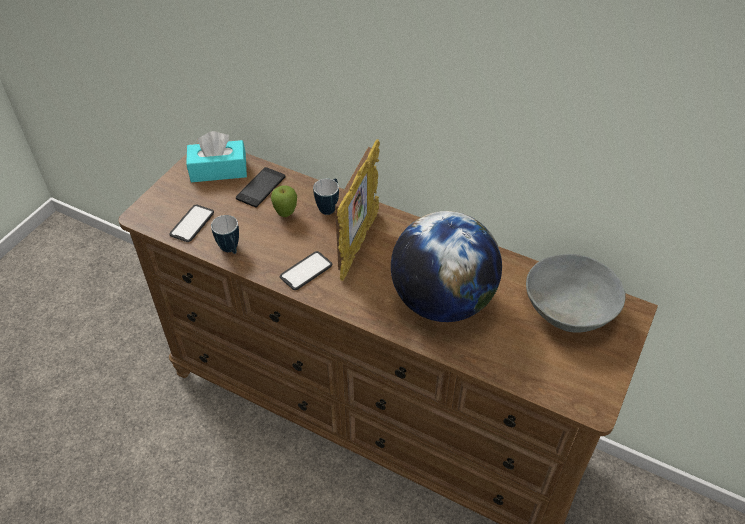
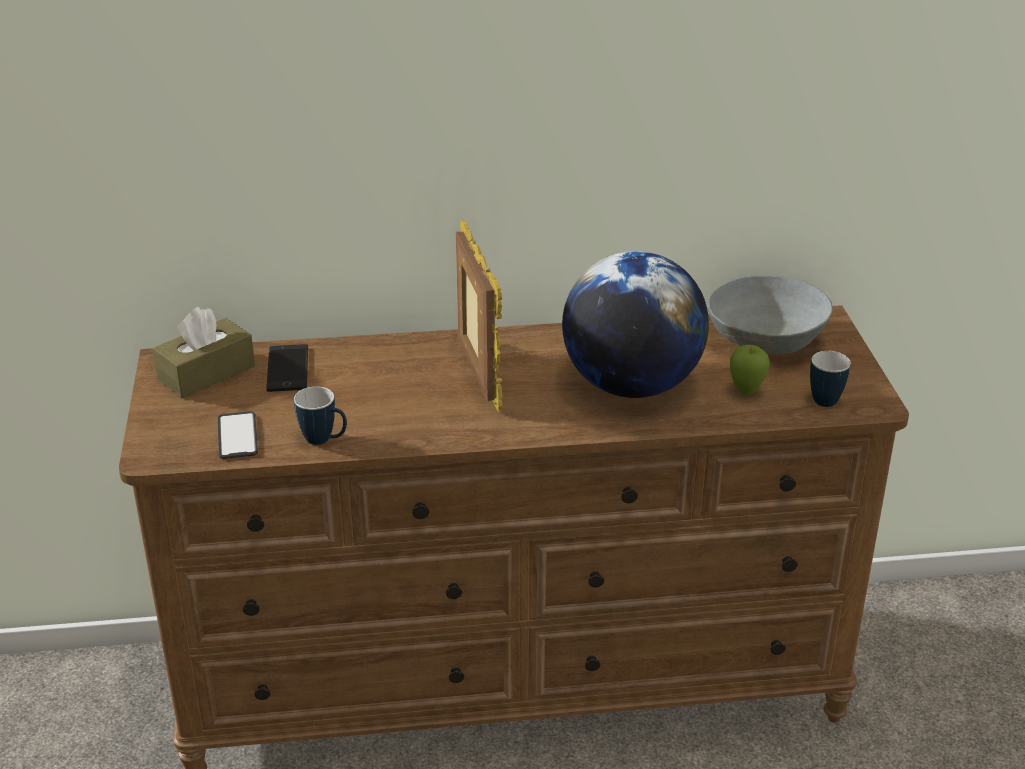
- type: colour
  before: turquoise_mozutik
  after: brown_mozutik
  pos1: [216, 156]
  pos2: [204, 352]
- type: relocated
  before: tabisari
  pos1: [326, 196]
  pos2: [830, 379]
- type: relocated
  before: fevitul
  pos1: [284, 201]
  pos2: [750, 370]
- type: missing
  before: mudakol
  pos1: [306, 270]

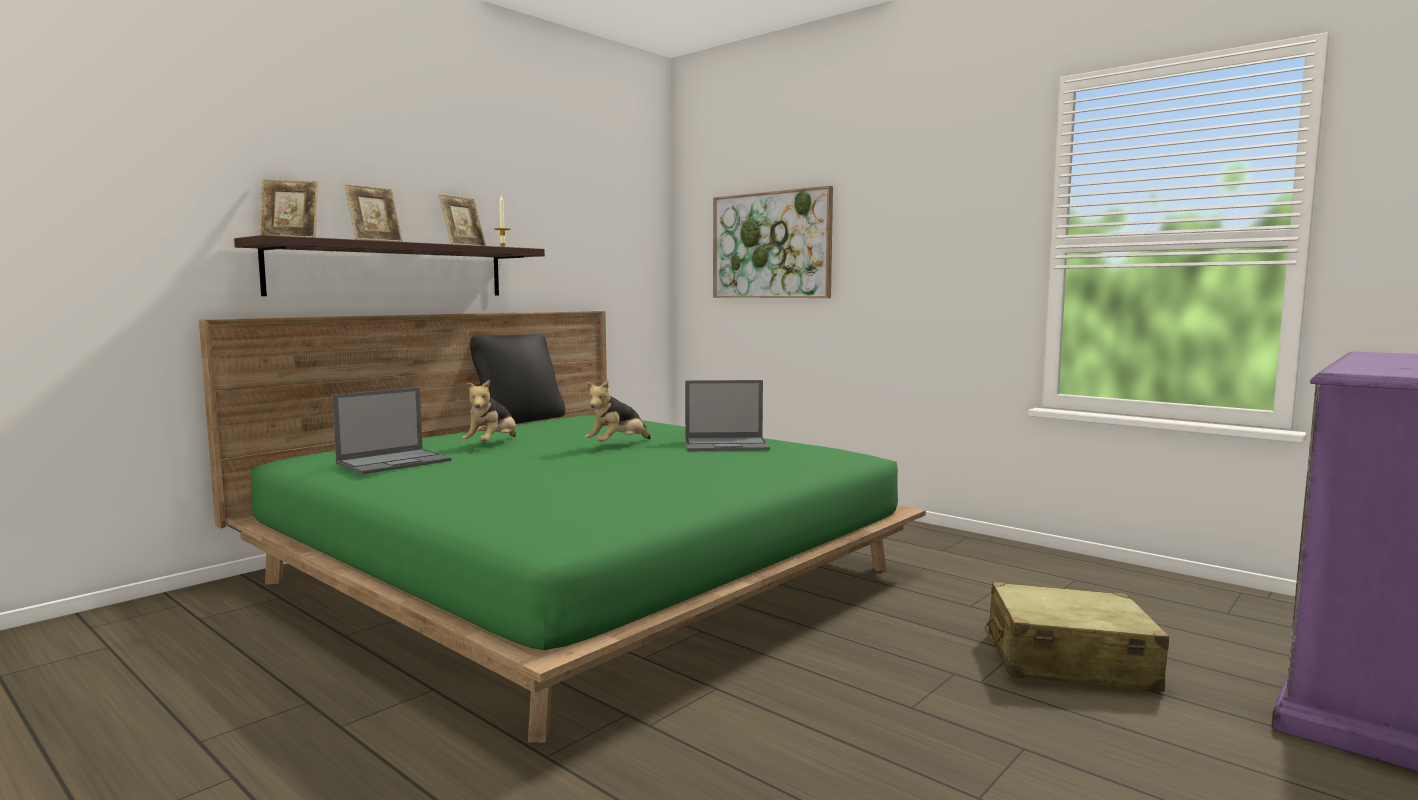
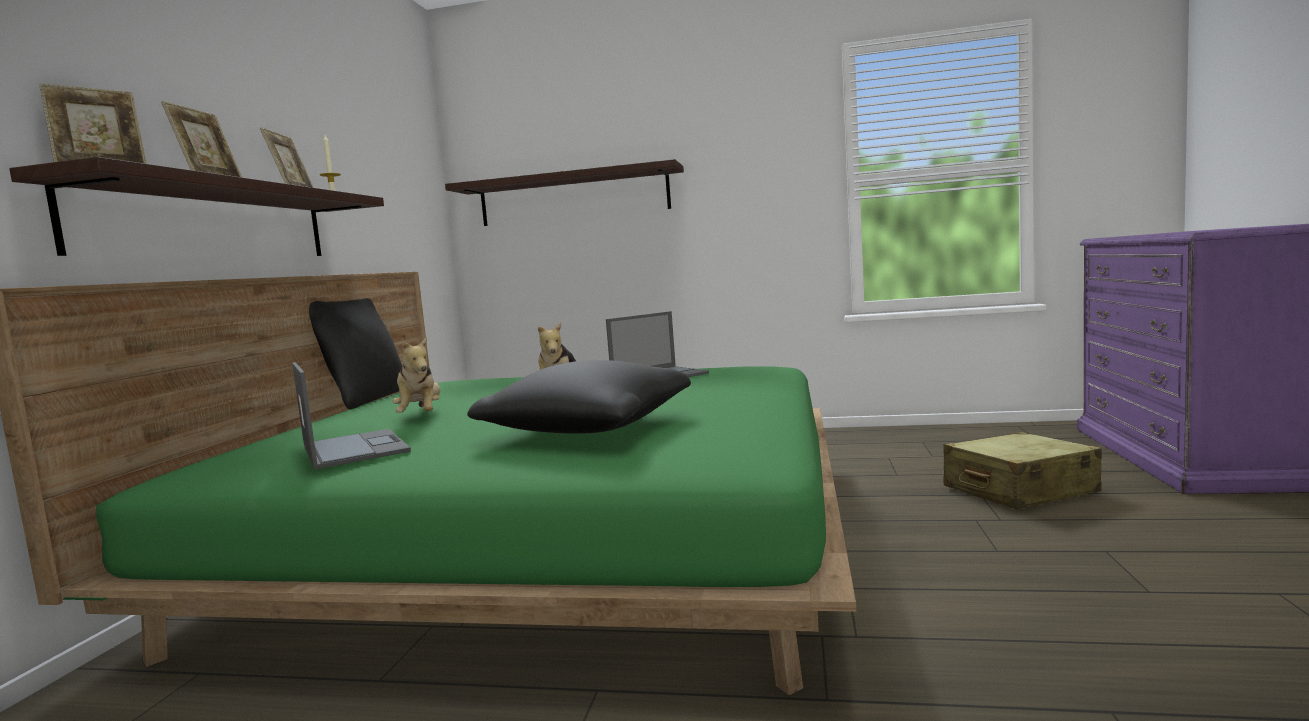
- type: exchanged
  before: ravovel
  after: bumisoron
  pos1: [773, 242]
  pos2: [564, 192]
- type: spun
  before: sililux
  pos1: [391, 431]
  pos2: [351, 415]
  turn: -45
- type: appeared
  after: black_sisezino
  pos2: [579, 397]

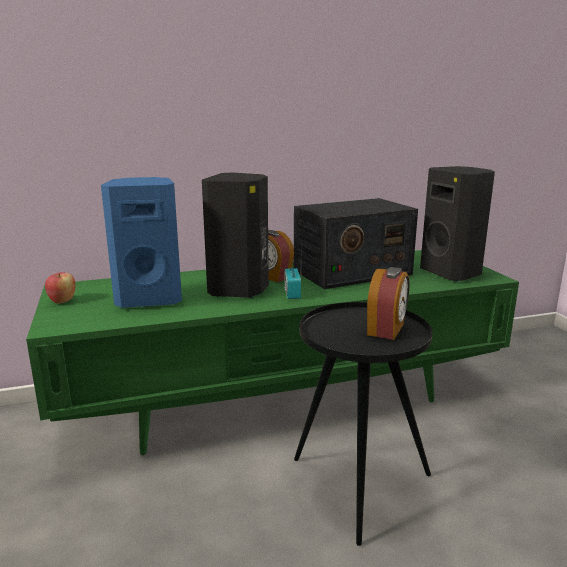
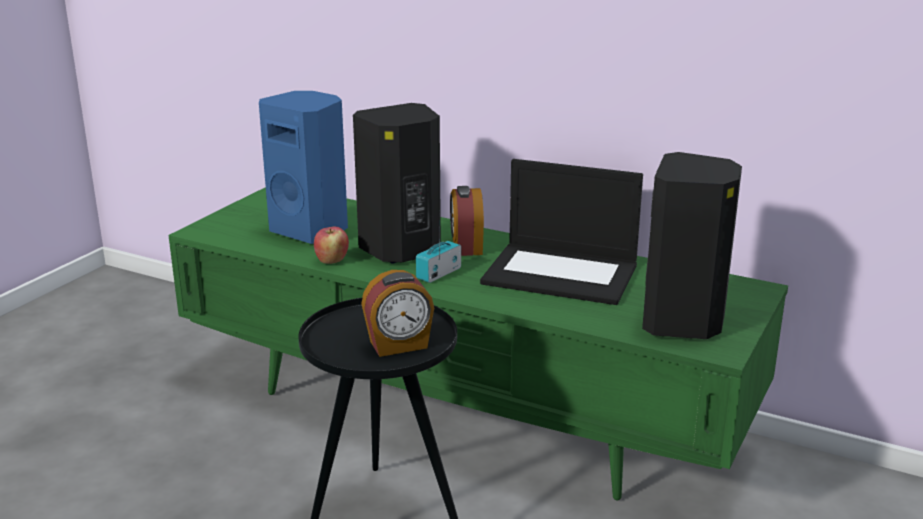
- type: exchanged
  before: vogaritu
  after: sililux
  pos1: [356, 243]
  pos2: [561, 232]
- type: relocated
  before: fevitul
  pos1: [60, 288]
  pos2: [331, 245]

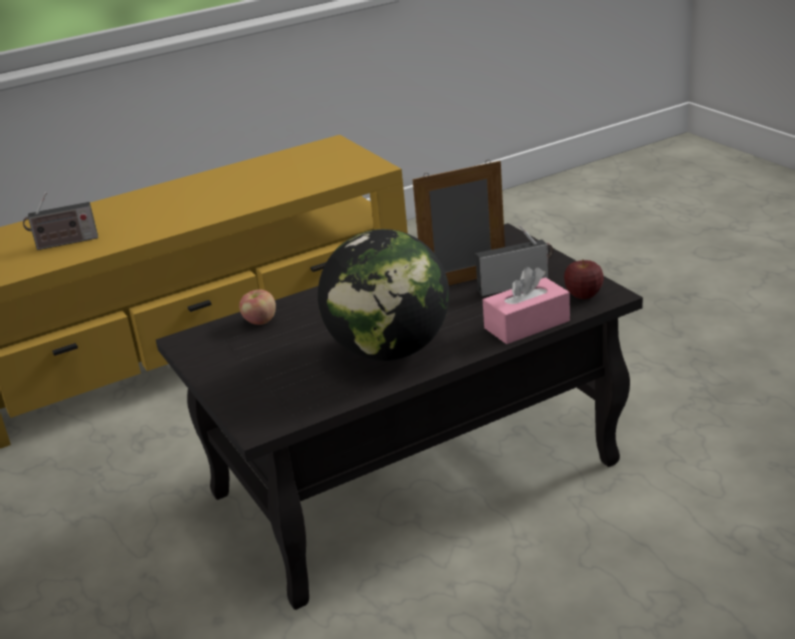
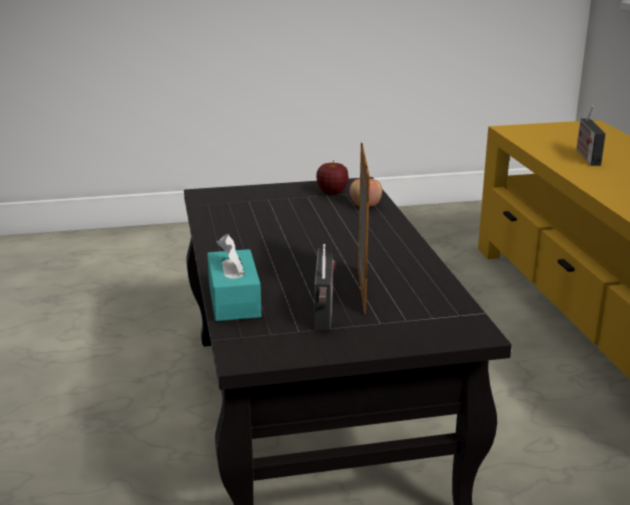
- type: missing
  before: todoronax
  pos1: [383, 295]
- type: relocated
  before: fevitul
  pos1: [584, 279]
  pos2: [332, 177]
- type: colour
  before: pink_mozutik
  after: turquoise_mozutik
  pos1: [526, 305]
  pos2: [234, 277]

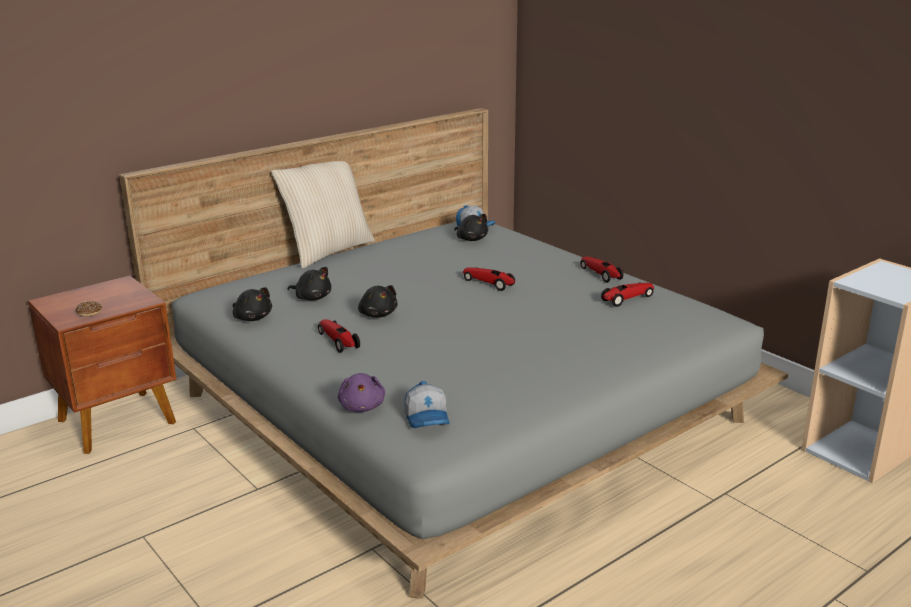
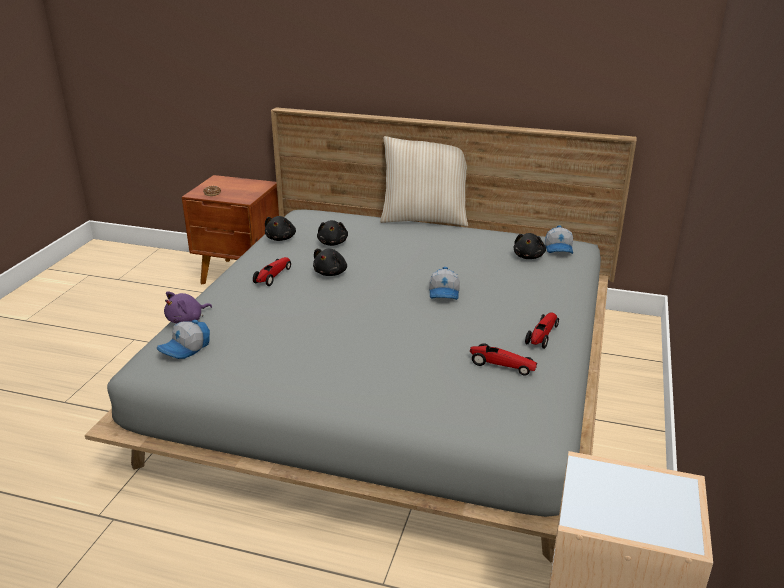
- type: exchanged
  before: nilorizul
  after: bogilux
  pos1: [489, 279]
  pos2: [444, 283]

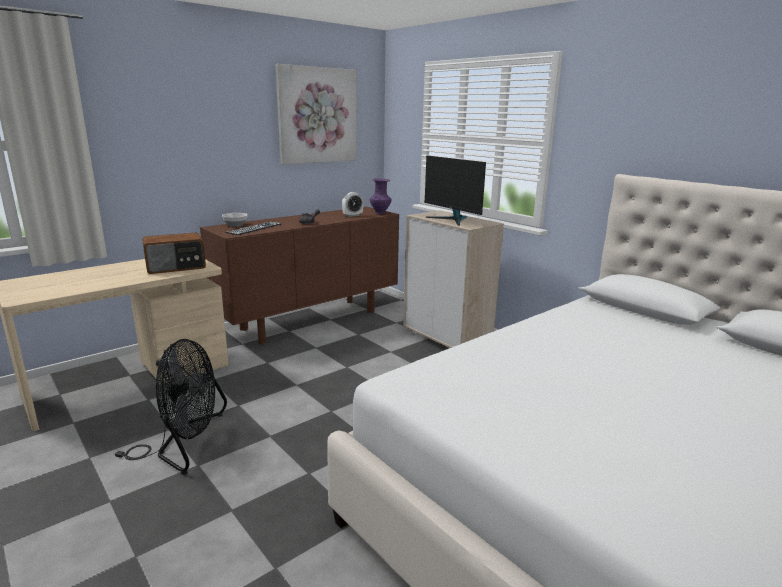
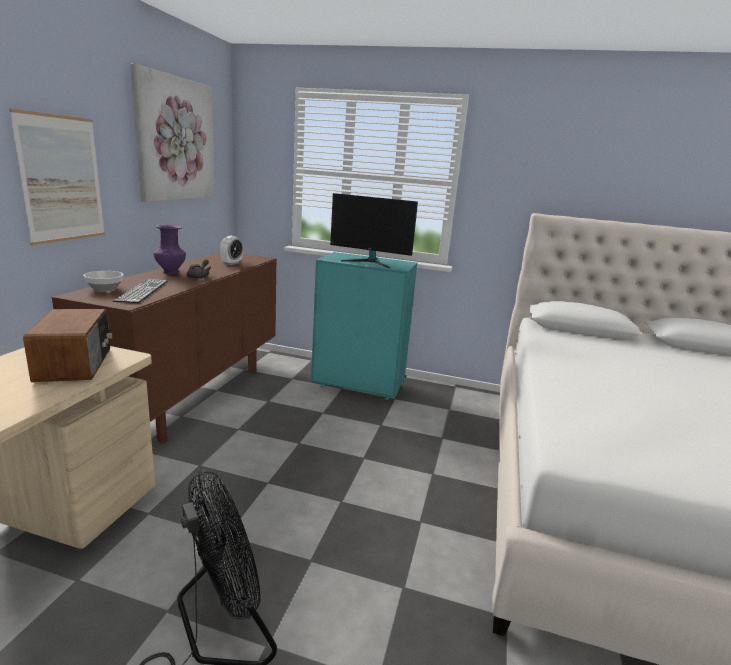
- type: relocated
  before: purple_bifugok
  pos1: [380, 196]
  pos2: [170, 249]
- type: colour
  before: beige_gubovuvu
  after: turquoise_gubovuvu
  pos1: [453, 279]
  pos2: [364, 326]
- type: spun
  before: vogaritu
  pos1: [174, 253]
  pos2: [67, 345]
  turn: -45
- type: appeared
  after: ravovel
  pos2: [57, 177]

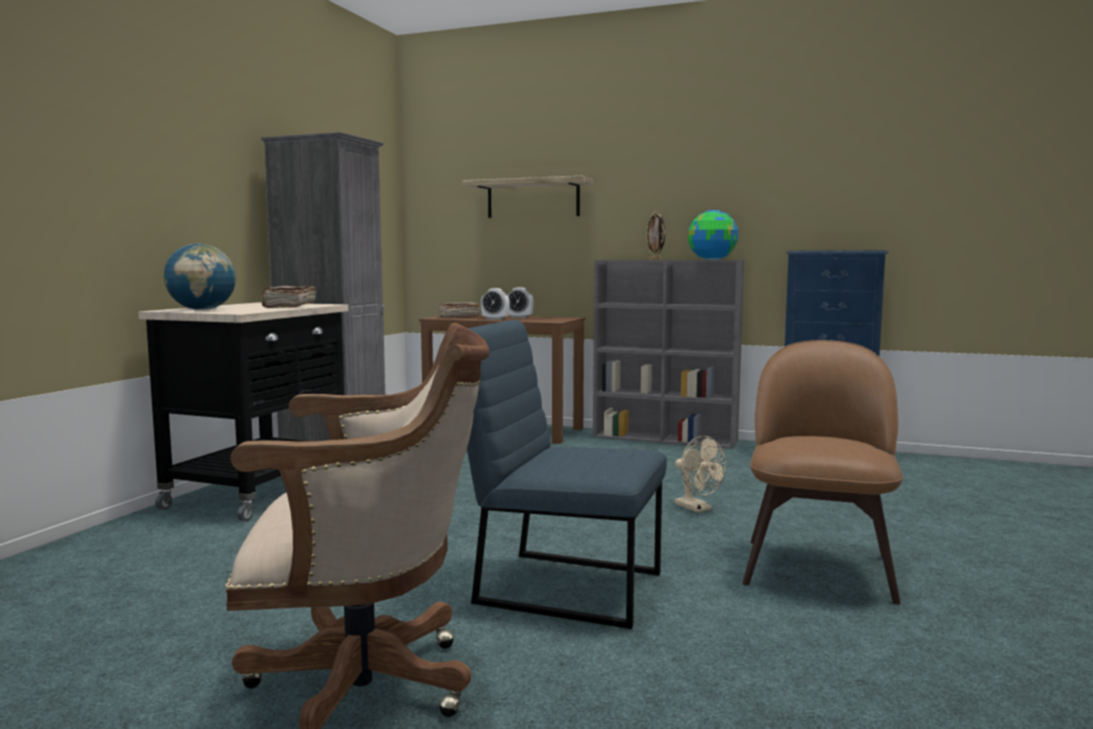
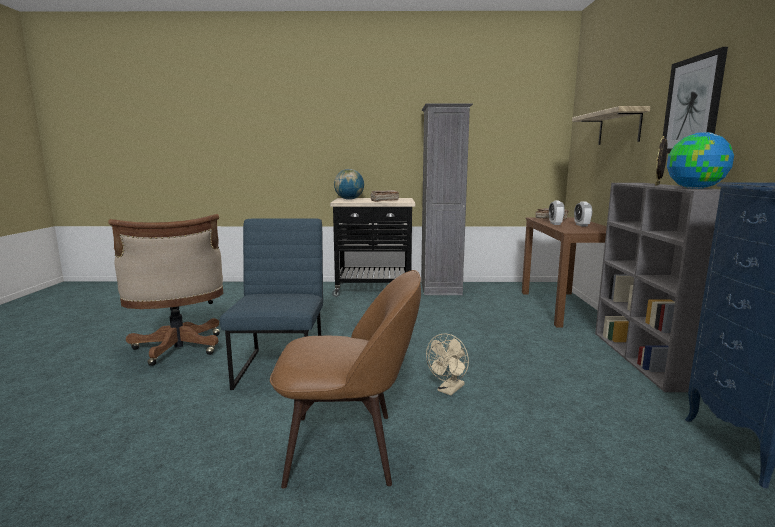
- type: appeared
  after: ravovel
  pos2: [695, 100]

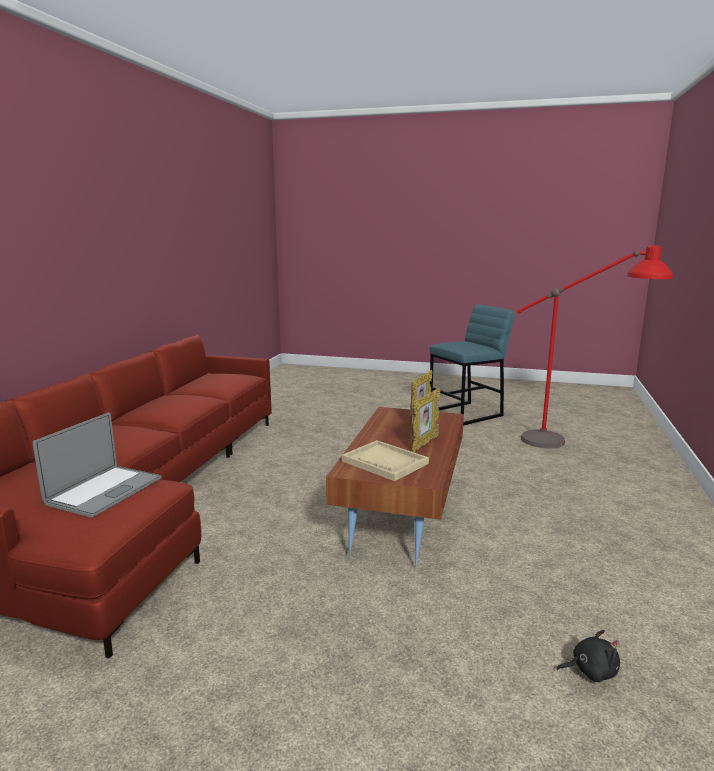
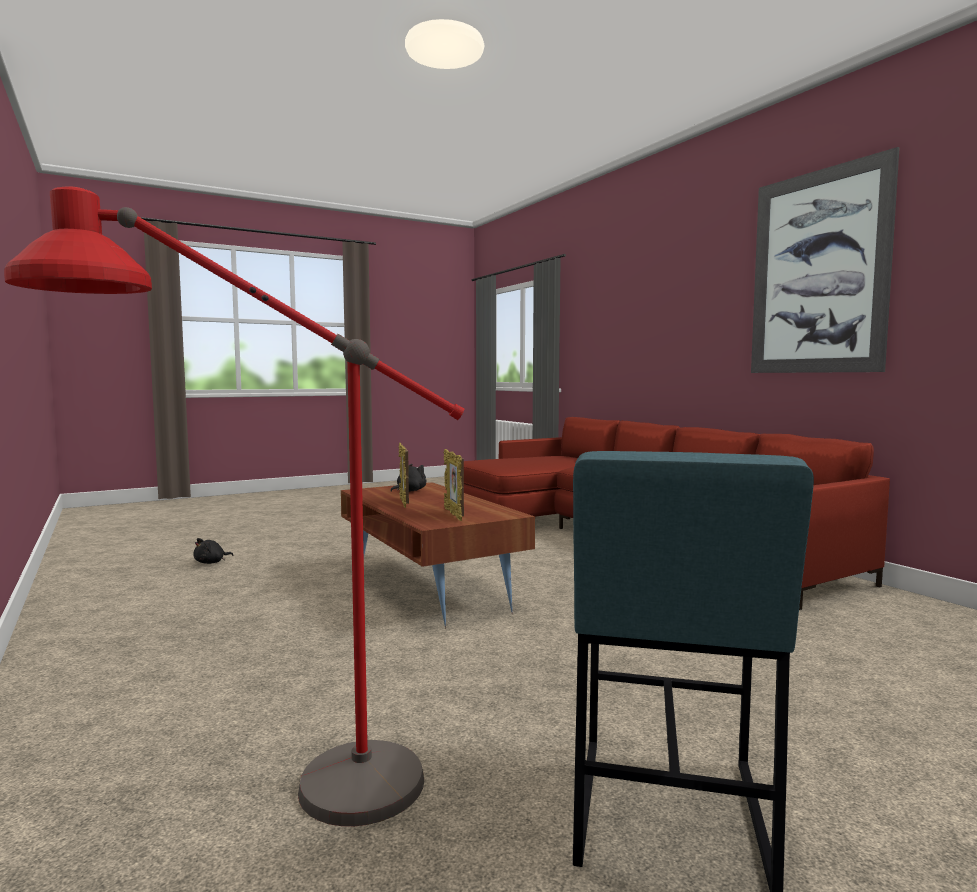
- type: missing
  before: sililux
  pos1: [97, 465]
- type: exchanged
  before: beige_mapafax
  after: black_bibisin
  pos1: [385, 460]
  pos2: [408, 478]
- type: appeared
  after: ravovel
  pos2: [825, 260]

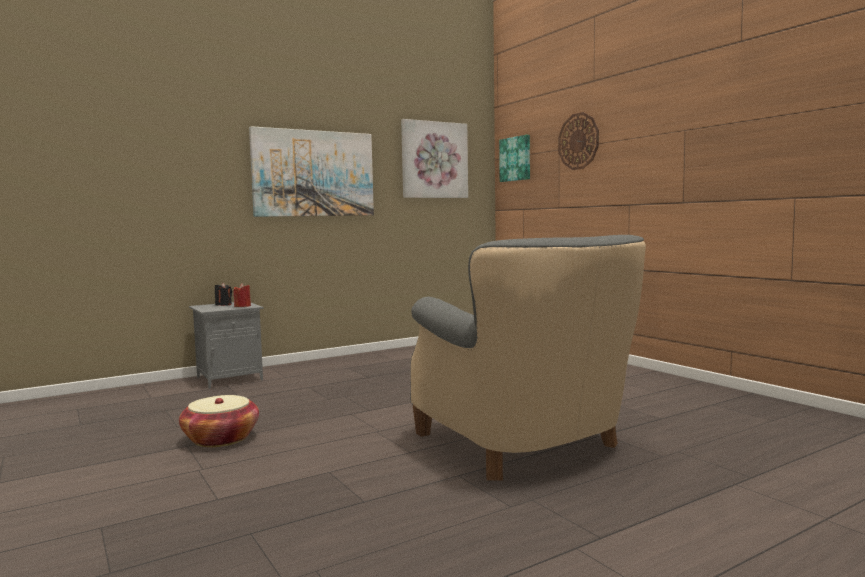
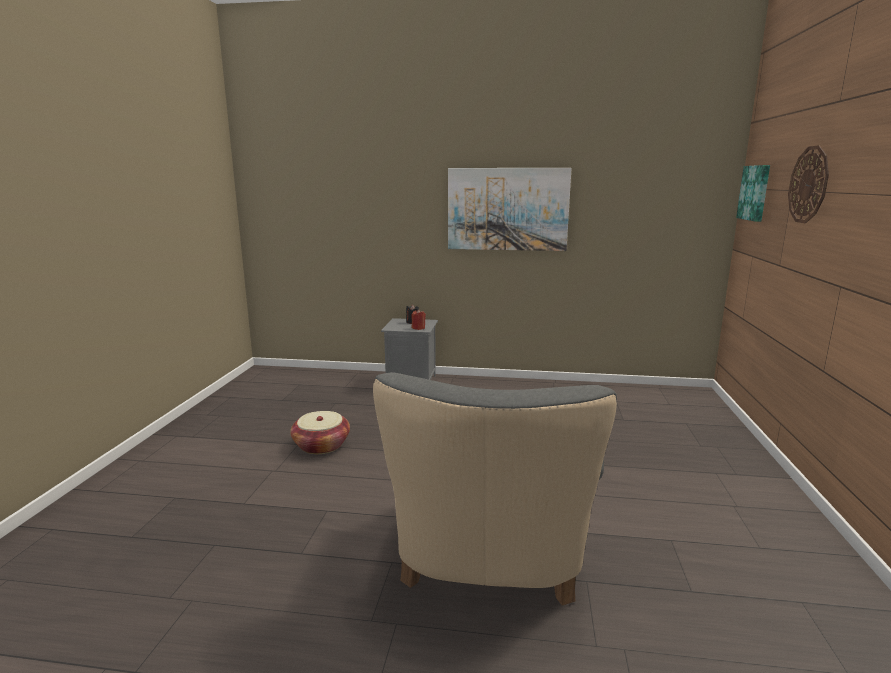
- type: missing
  before: ravovel
  pos1: [434, 158]

